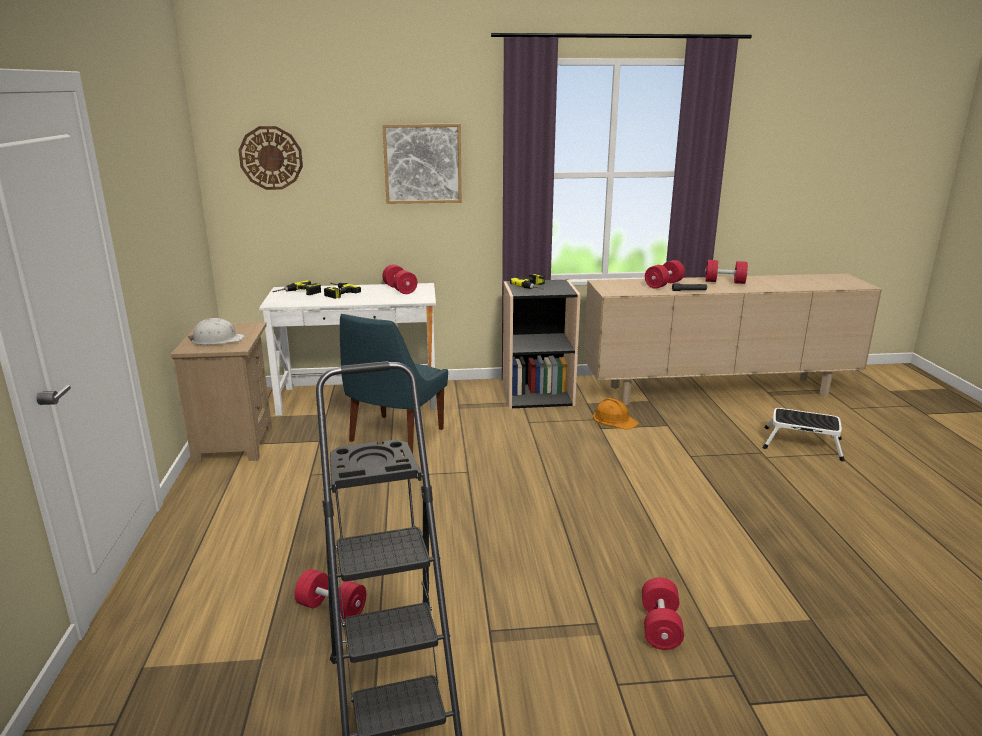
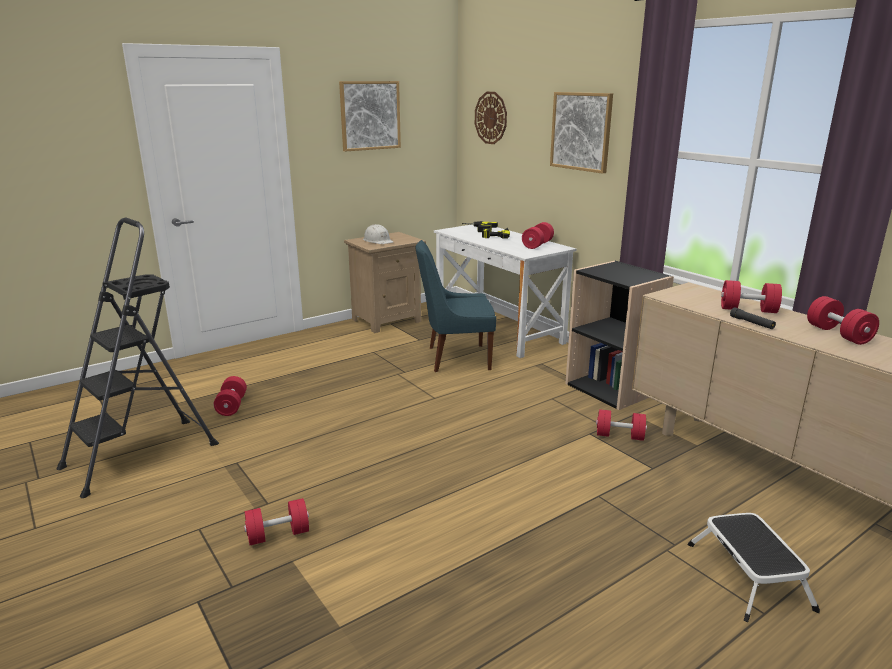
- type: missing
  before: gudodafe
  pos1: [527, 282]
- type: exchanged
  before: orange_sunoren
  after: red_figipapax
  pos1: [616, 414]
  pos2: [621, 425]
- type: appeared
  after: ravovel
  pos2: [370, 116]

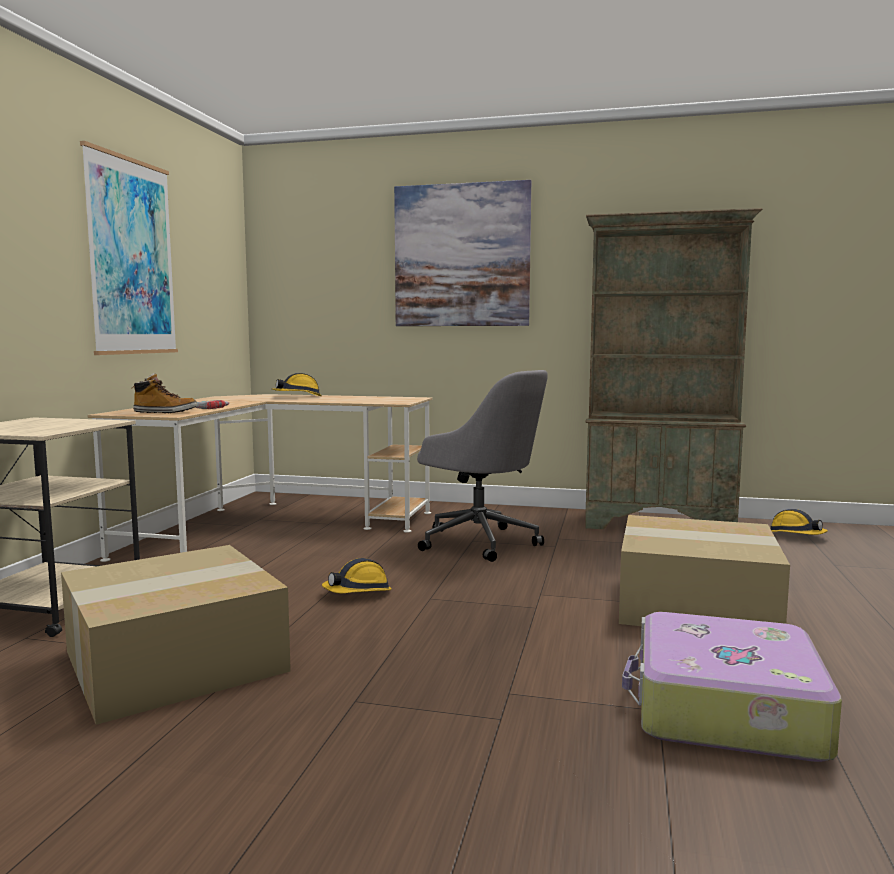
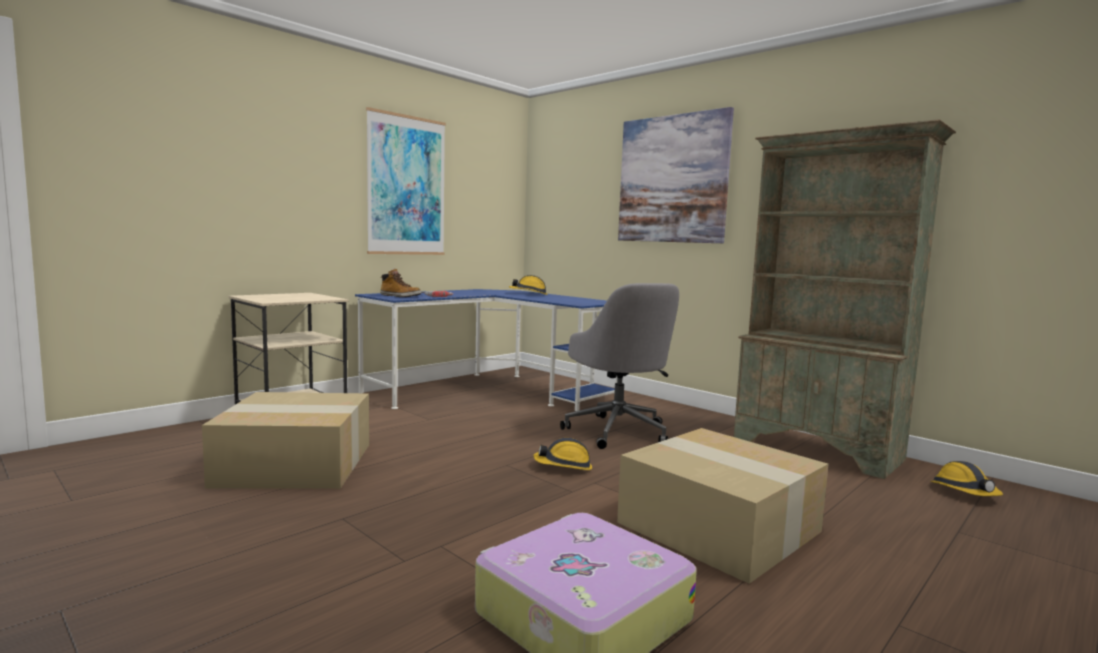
- type: colour
  before: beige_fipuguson
  after: blue_fipuguson
  pos1: [259, 478]
  pos2: [486, 350]
- type: relocated
  before: sunoren
  pos1: [357, 575]
  pos2: [562, 454]

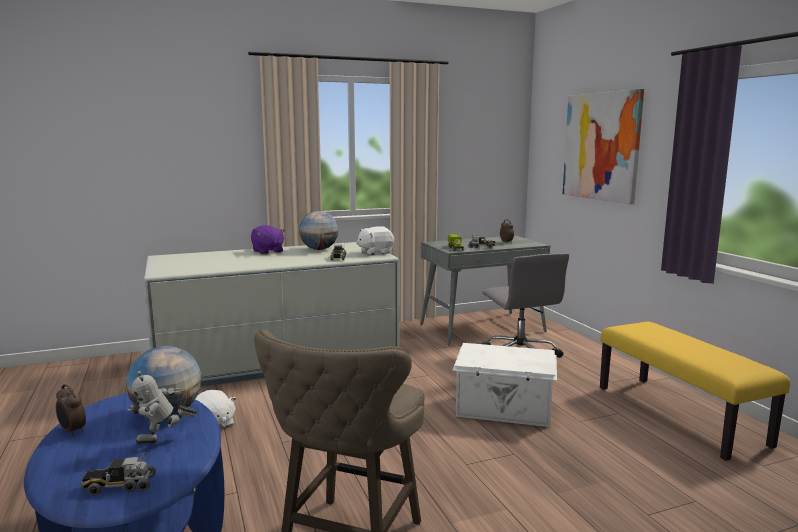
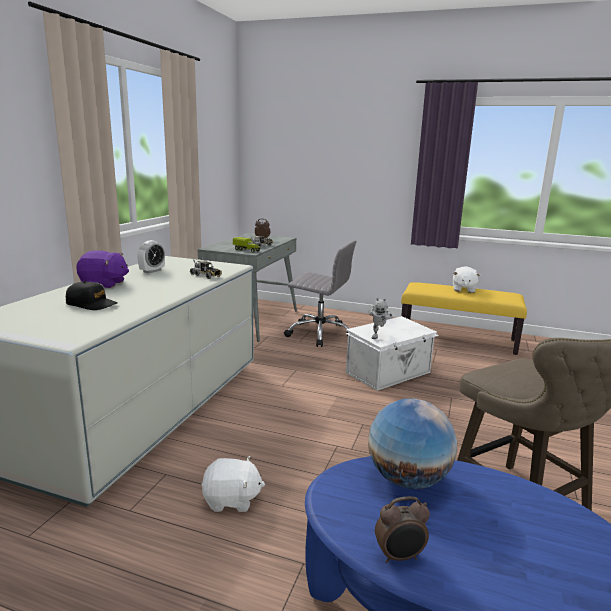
- type: missing
  before: ravovel
  pos1: [603, 146]
- type: exchanged
  before: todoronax
  after: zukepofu
  pos1: [318, 230]
  pos2: [151, 256]
- type: relocated
  before: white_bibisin
  pos1: [375, 240]
  pos2: [466, 279]
- type: relocated
  before: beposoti
  pos1: [162, 407]
  pos2: [381, 318]
- type: missing
  before: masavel
  pos1: [118, 474]
- type: appeared
  after: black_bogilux
  pos2: [92, 295]

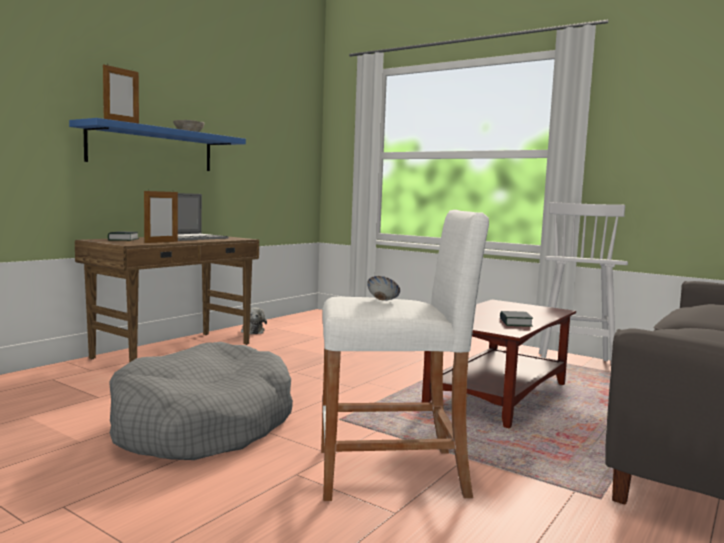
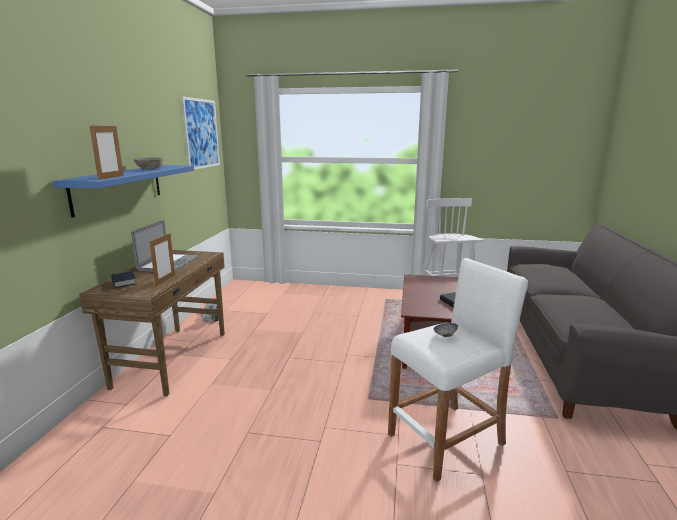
- type: missing
  before: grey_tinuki
  pos1: [201, 401]
- type: appeared
  after: ravovel
  pos2: [200, 133]

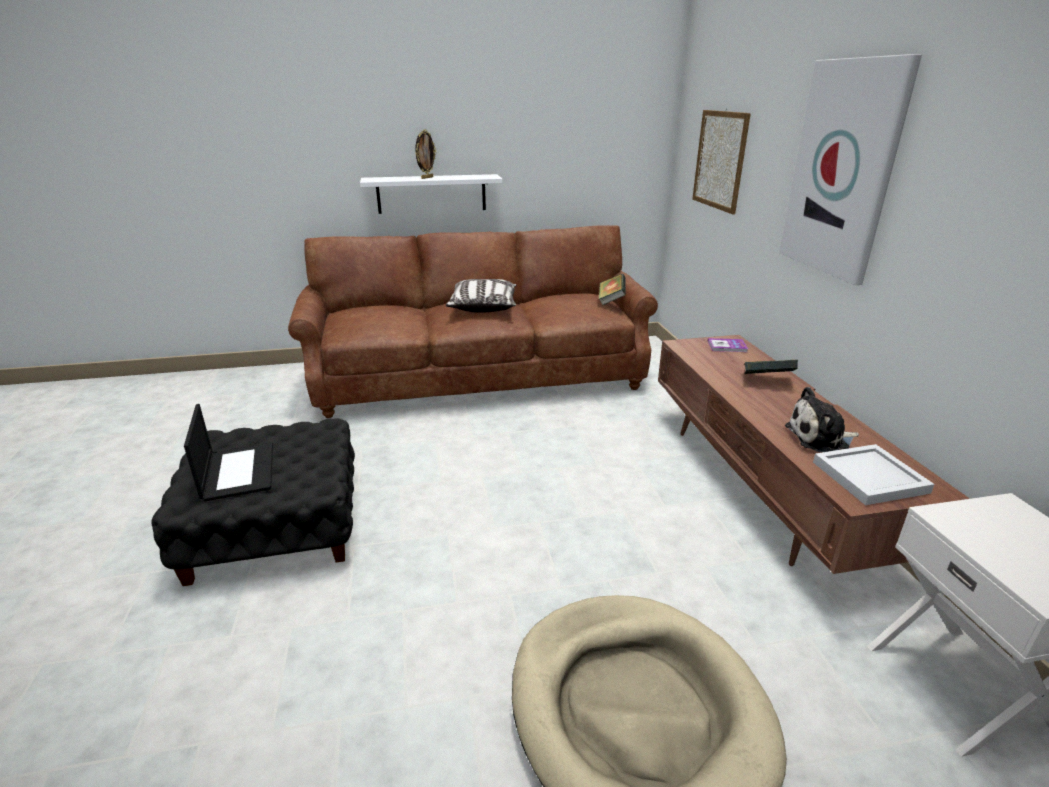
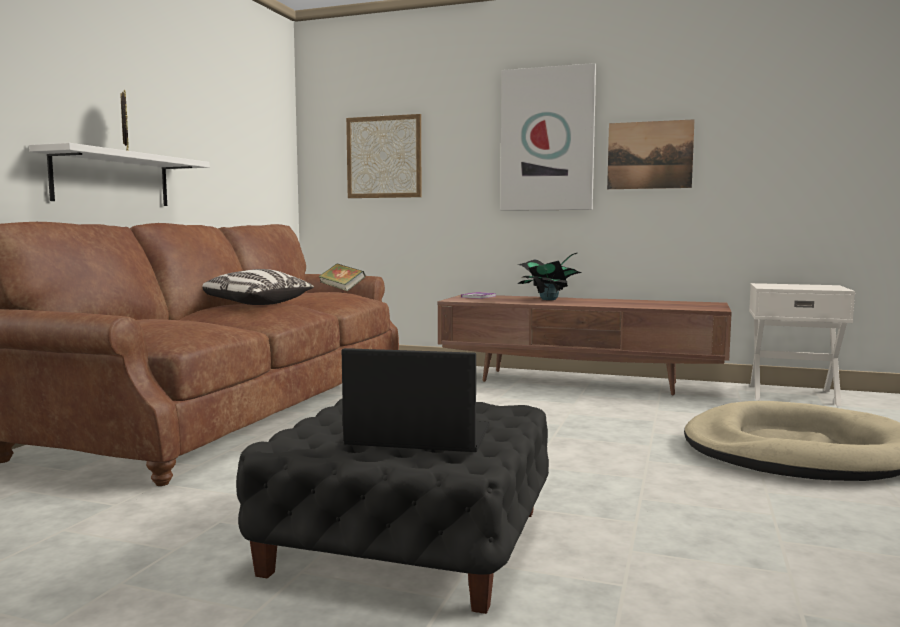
- type: exchanged
  before: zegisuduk
  after: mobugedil
  pos1: [771, 367]
  pos2: [550, 276]
- type: missing
  before: bibisin
  pos1: [822, 419]
- type: missing
  before: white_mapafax
  pos1: [874, 474]
- type: appeared
  after: ravovel
  pos2: [651, 154]

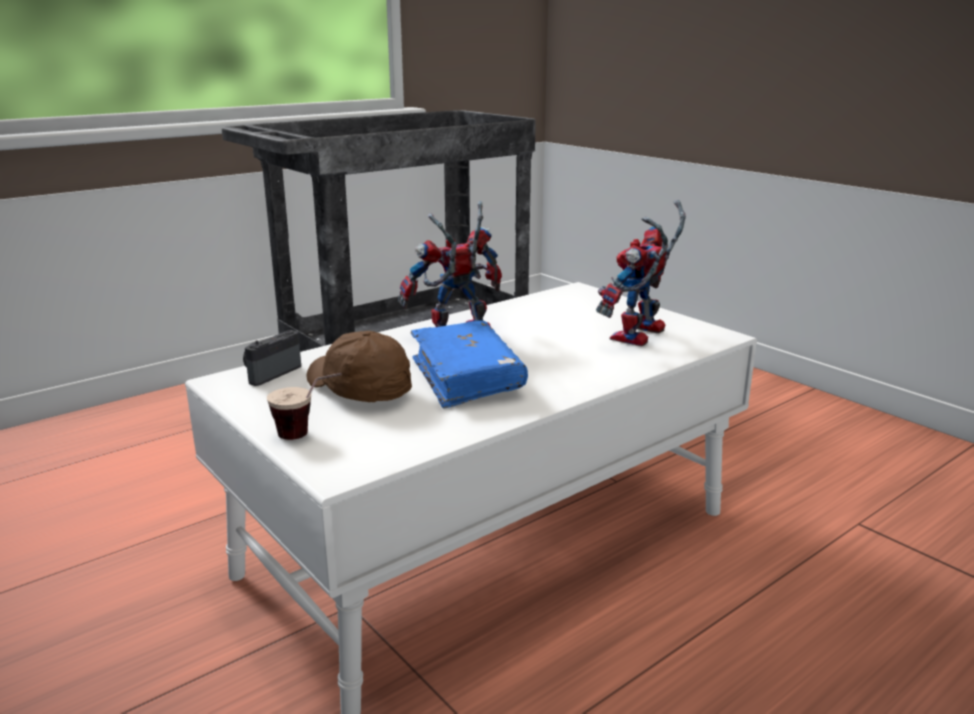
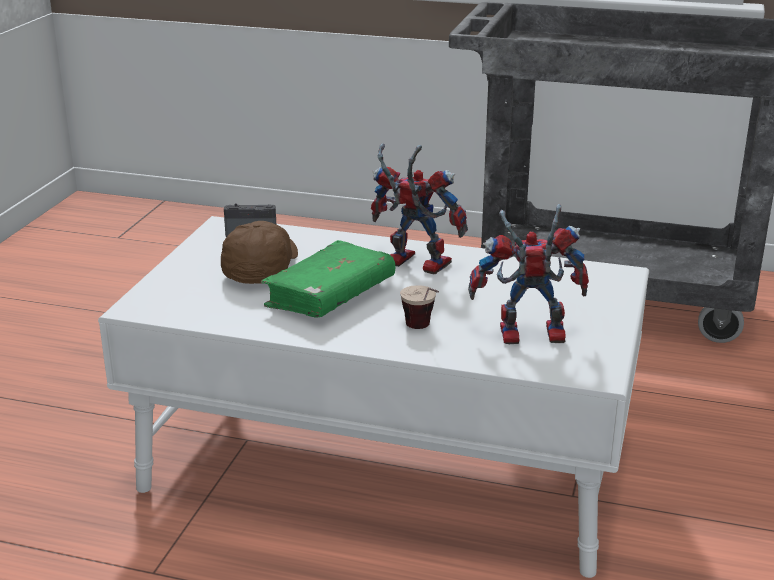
- type: colour
  before: blue_zegisuduk
  after: green_zegisuduk
  pos1: [469, 364]
  pos2: [328, 278]
- type: relocated
  before: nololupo
  pos1: [304, 406]
  pos2: [419, 307]

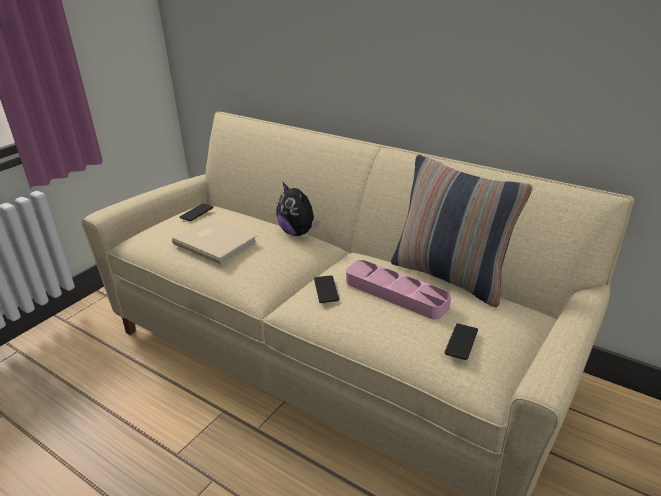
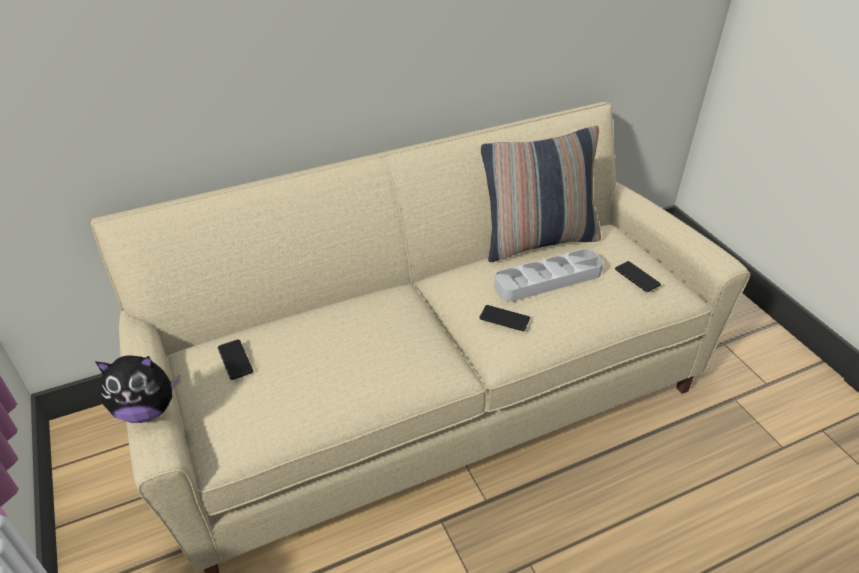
- type: relocated
  before: bibisin
  pos1: [298, 208]
  pos2: [138, 389]
- type: missing
  before: beige_zegisuduk
  pos1: [214, 241]
- type: colour
  before: pink_mapafax
  after: grey_mapafax
  pos1: [398, 289]
  pos2: [548, 275]

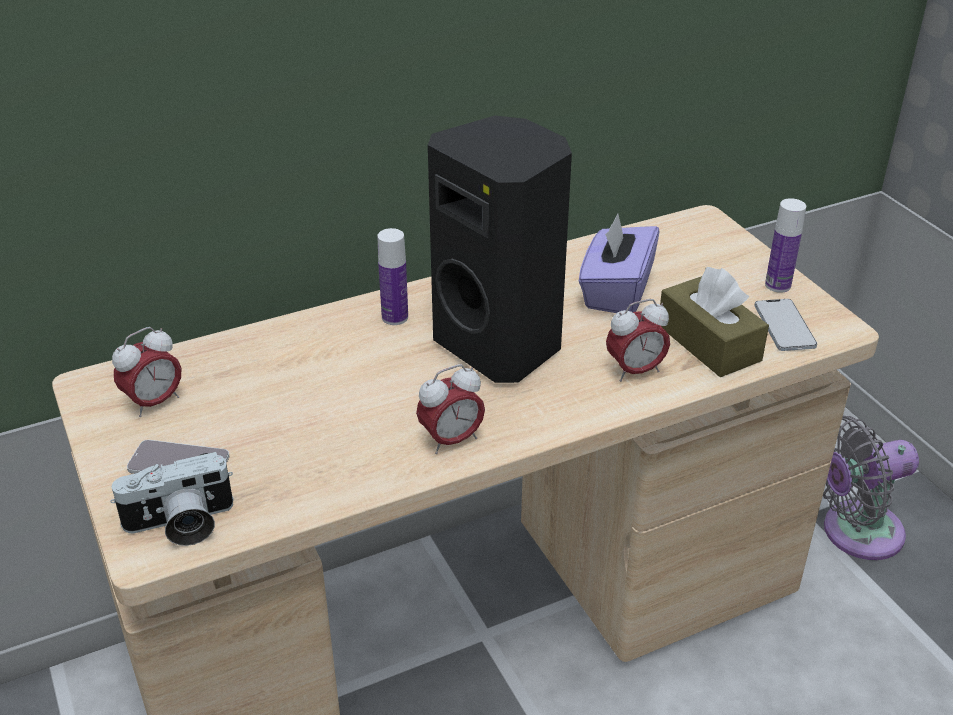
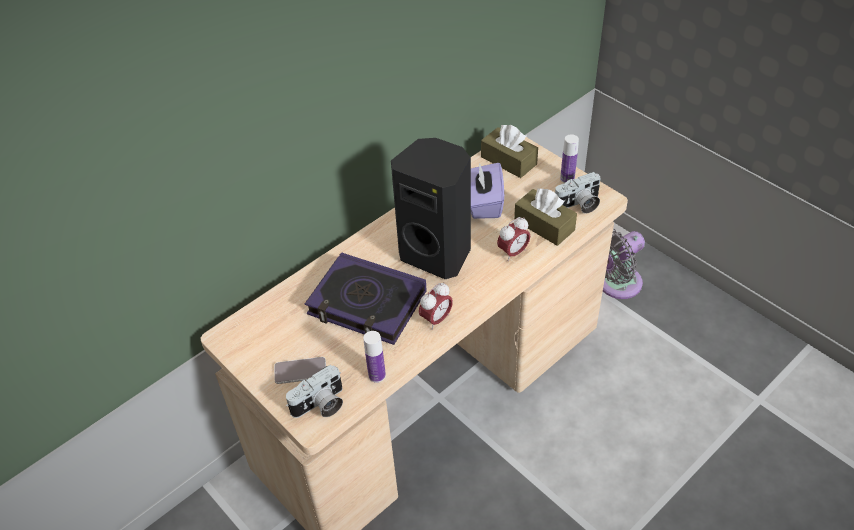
- type: relocated
  before: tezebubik
  pos1: [392, 276]
  pos2: [374, 357]
- type: exchanged
  before: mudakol
  after: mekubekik
  pos1: [785, 325]
  pos2: [578, 192]
- type: missing
  before: zukepofu
  pos1: [146, 372]
- type: appeared
  after: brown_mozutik
  pos2: [509, 151]
- type: appeared
  after: zegisuduk
  pos2: [366, 298]

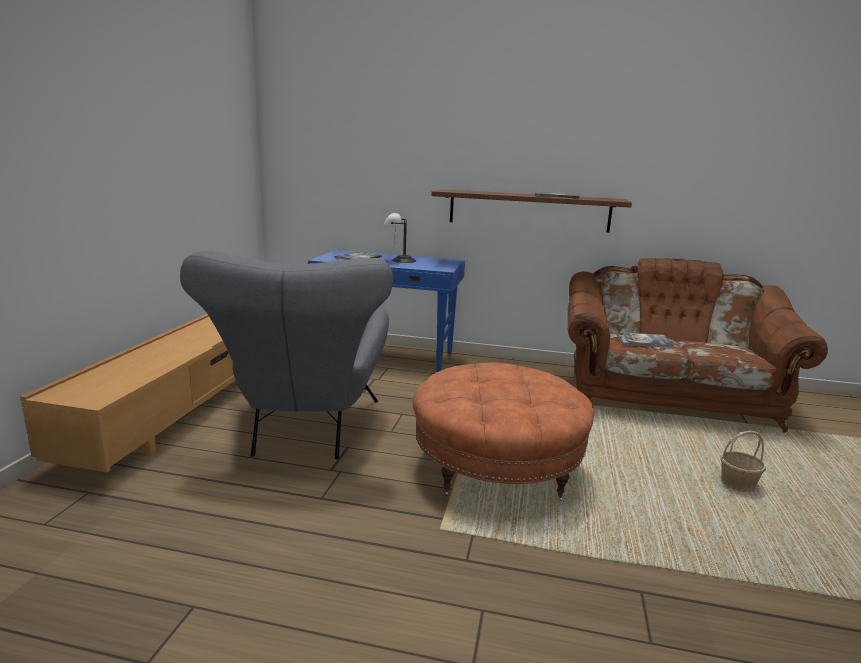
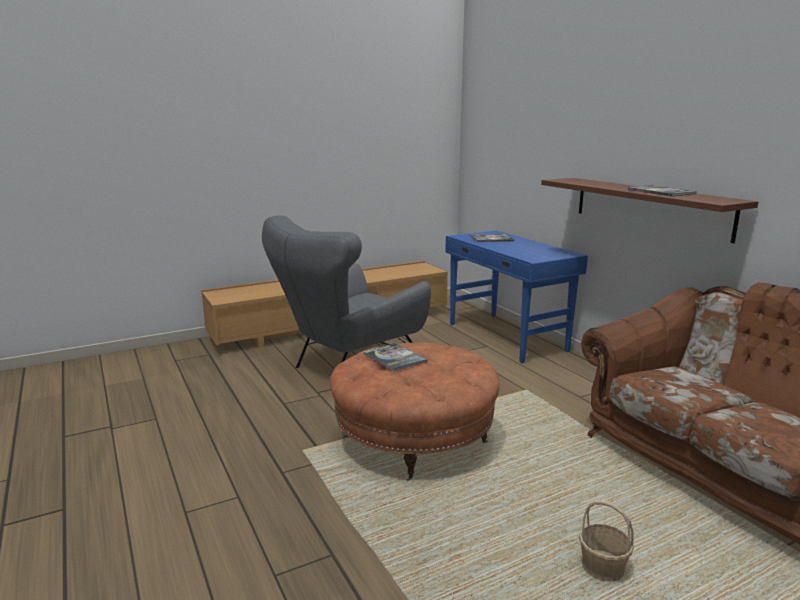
- type: missing
  before: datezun
  pos1: [399, 238]
- type: relocated
  before: zegisuduk
  pos1: [645, 340]
  pos2: [395, 357]

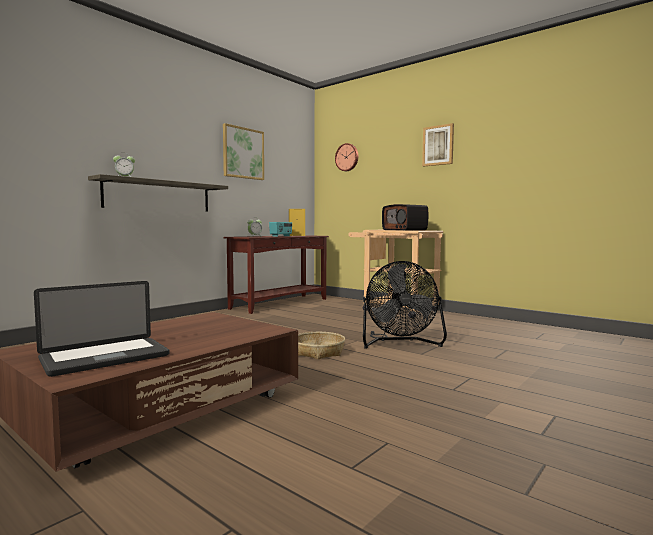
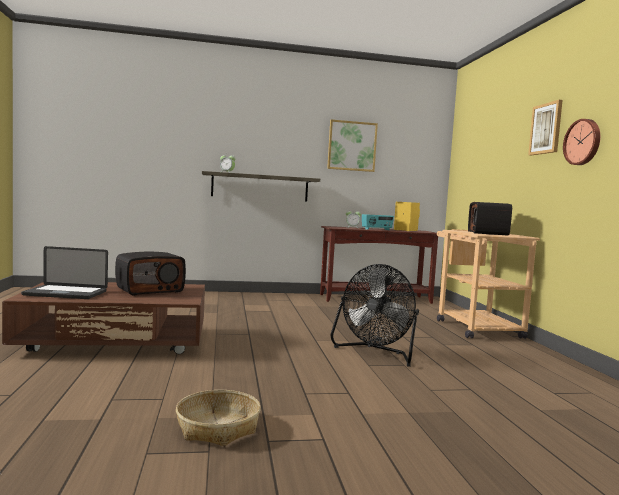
- type: relocated
  before: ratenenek
  pos1: [346, 157]
  pos2: [581, 142]
- type: relocated
  before: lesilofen
  pos1: [321, 345]
  pos2: [218, 418]
- type: appeared
  after: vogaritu
  pos2: [150, 274]

